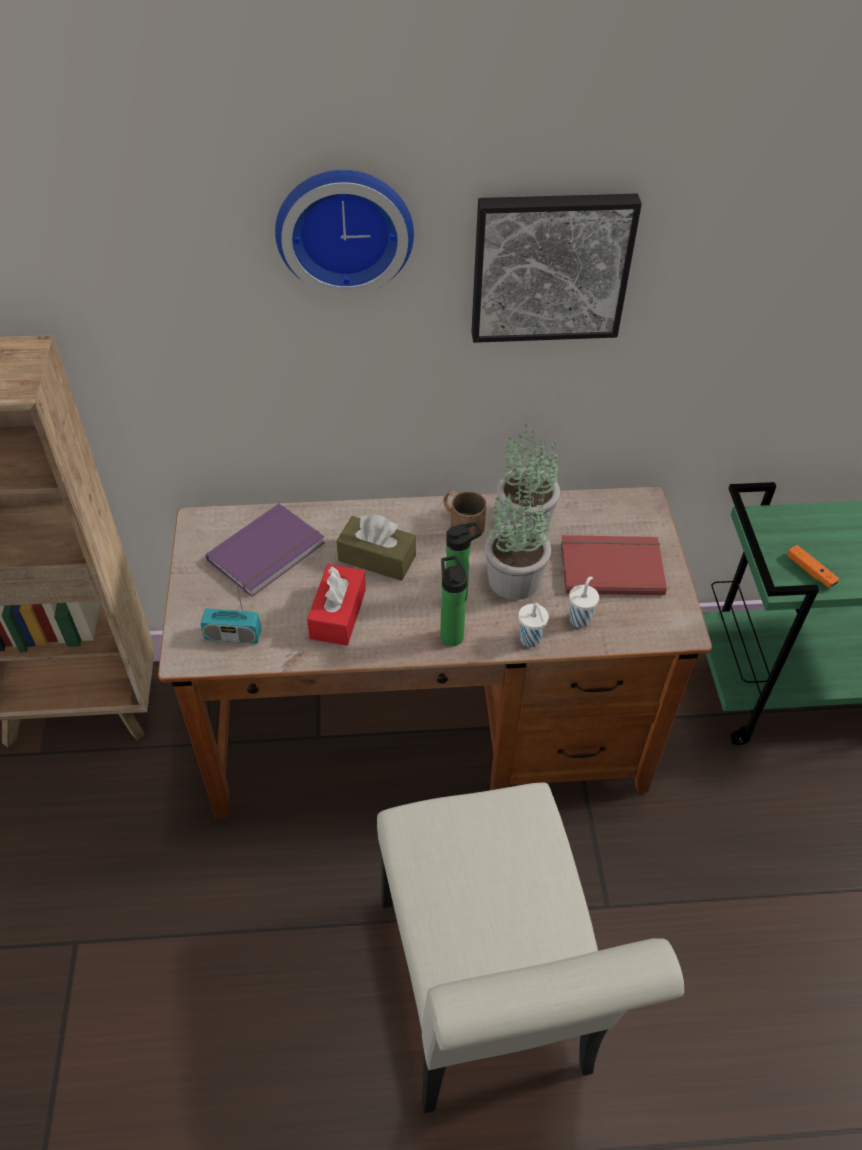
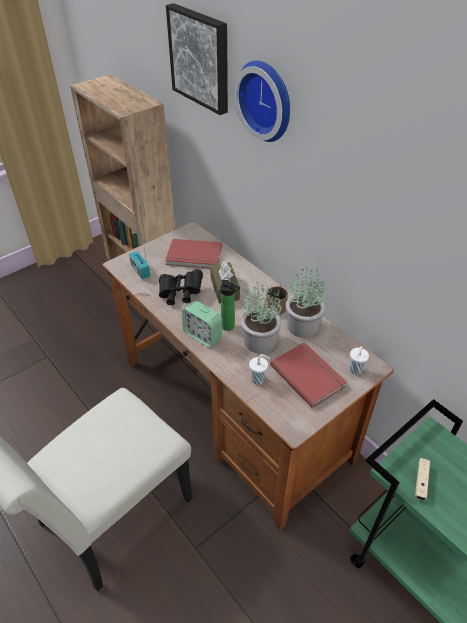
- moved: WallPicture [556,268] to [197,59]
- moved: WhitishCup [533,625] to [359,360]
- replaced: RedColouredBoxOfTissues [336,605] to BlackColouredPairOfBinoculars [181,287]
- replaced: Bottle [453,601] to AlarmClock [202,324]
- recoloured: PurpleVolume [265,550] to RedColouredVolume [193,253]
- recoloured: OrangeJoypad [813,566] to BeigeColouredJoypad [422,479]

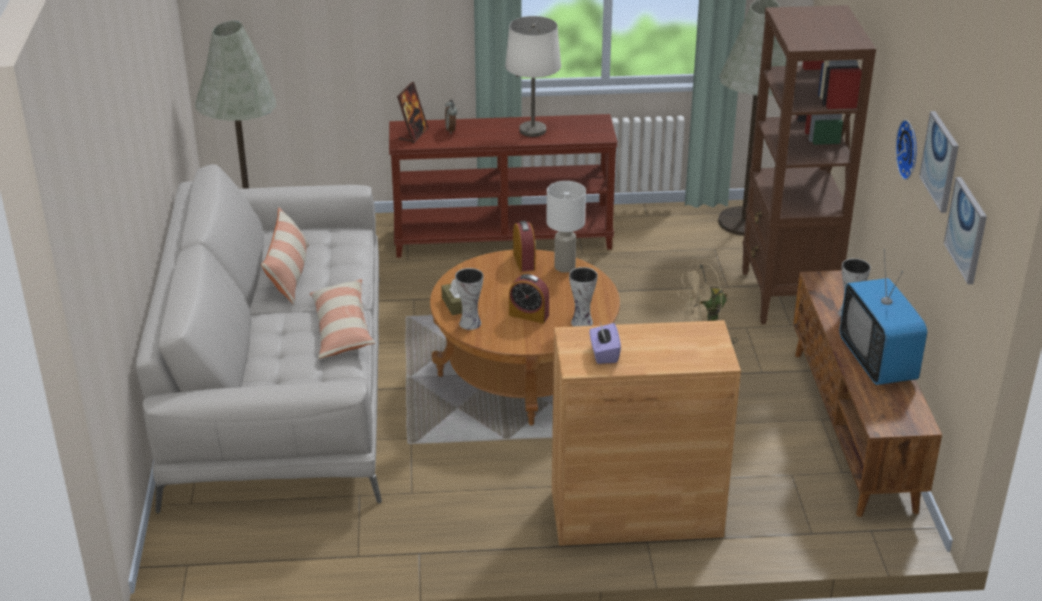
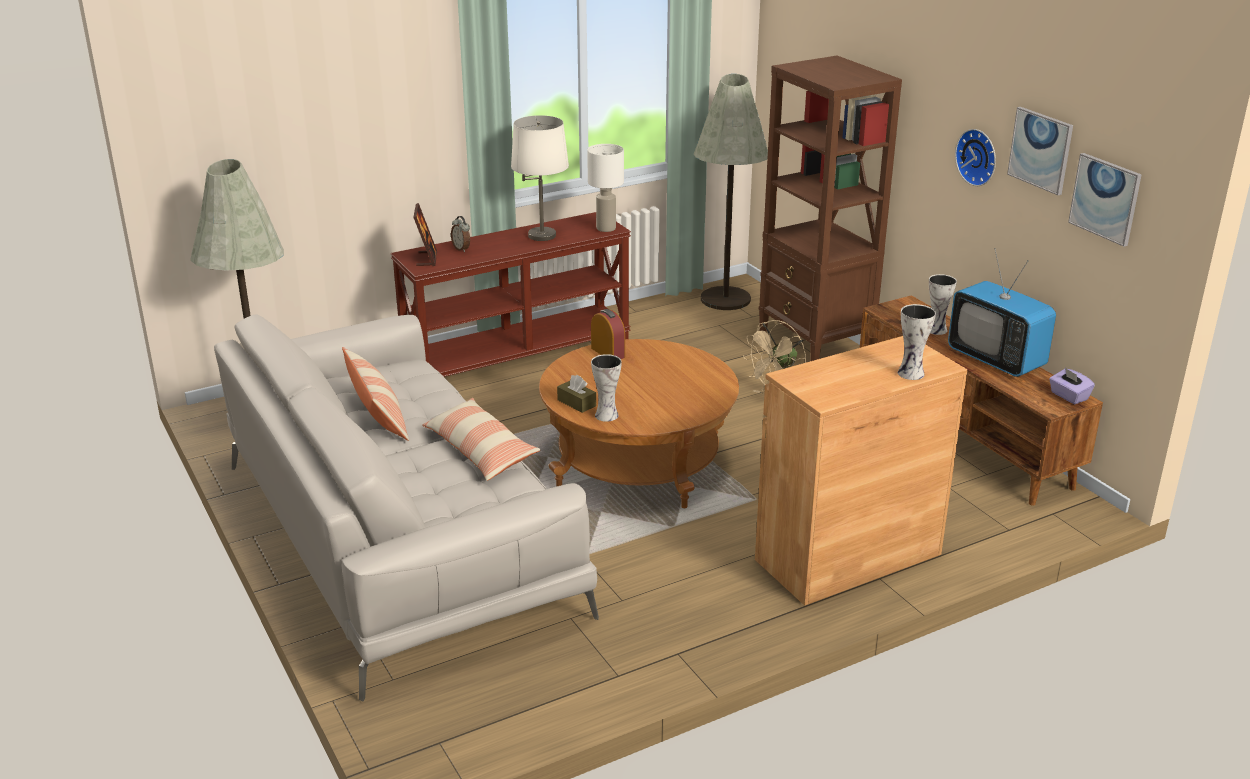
- removed: AlarmClock [529,298]
- moved: WhitishTabletopLamp [566,227] to [605,188]
- moved: FlowerVase [583,296] to [917,342]
- moved: PurpleBoxOfTissues [605,343] to [1072,386]

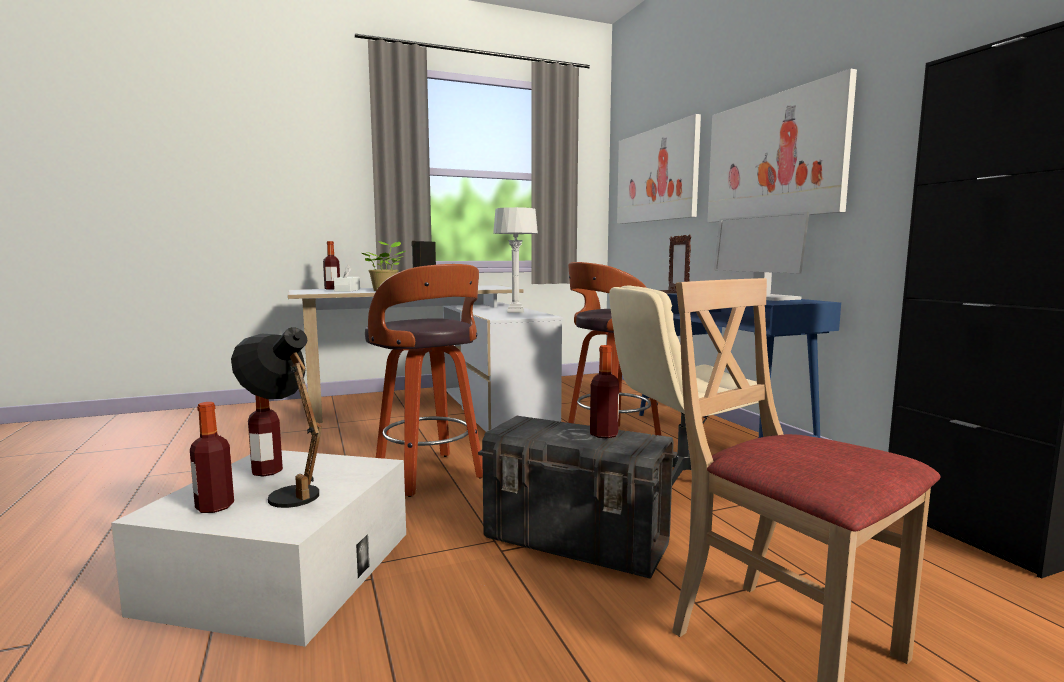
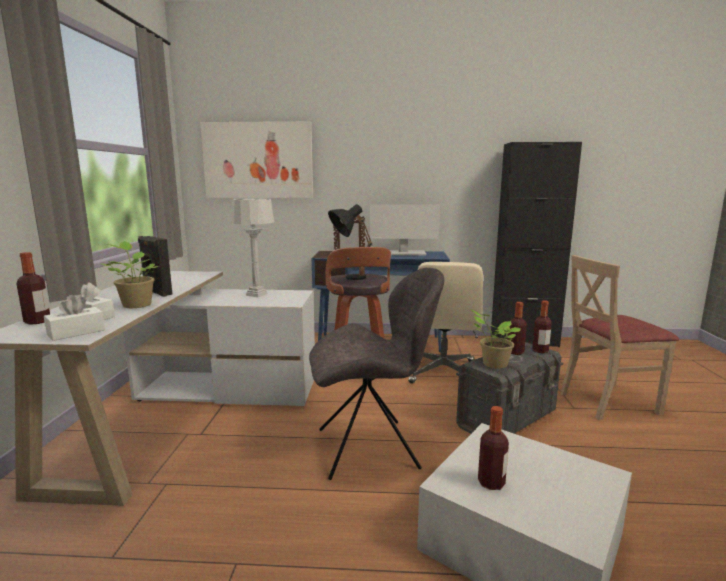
- removed: WallPicture [782,145]
- added: WhitishBoxOfTissues [74,318]
- added: PottedPlant [495,339]
- moved: Bottle [212,457] to [542,326]
- moved: BlackColouredTabletopLamp [276,417] to [350,242]
- replaced: SittingStool [424,380] to GreyChair [376,374]

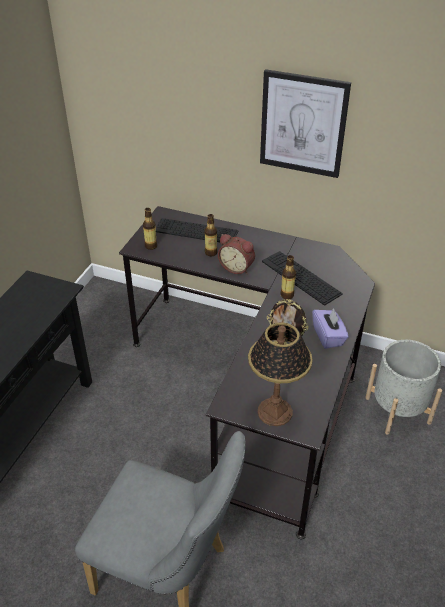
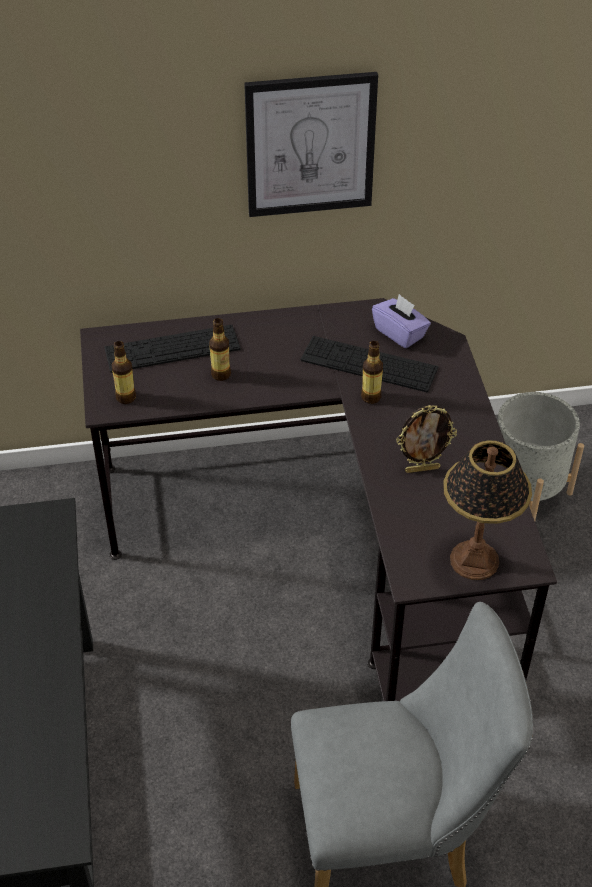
- removed: AlarmClock [236,254]
- moved: PurpleBoxOfTissues [330,328] to [401,321]

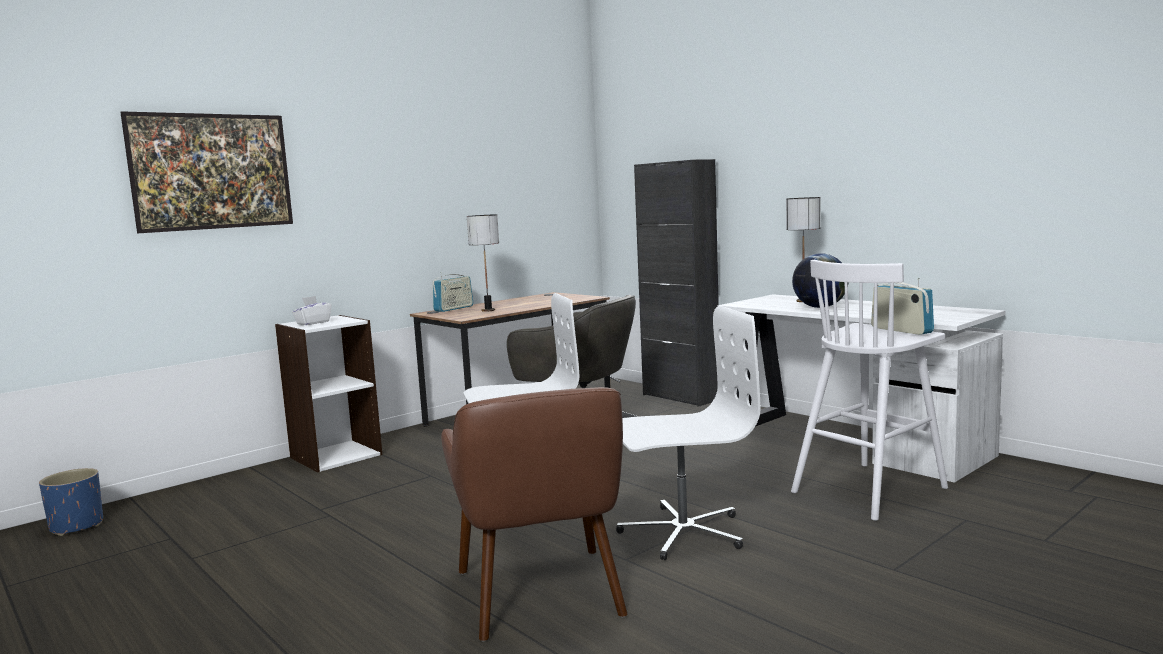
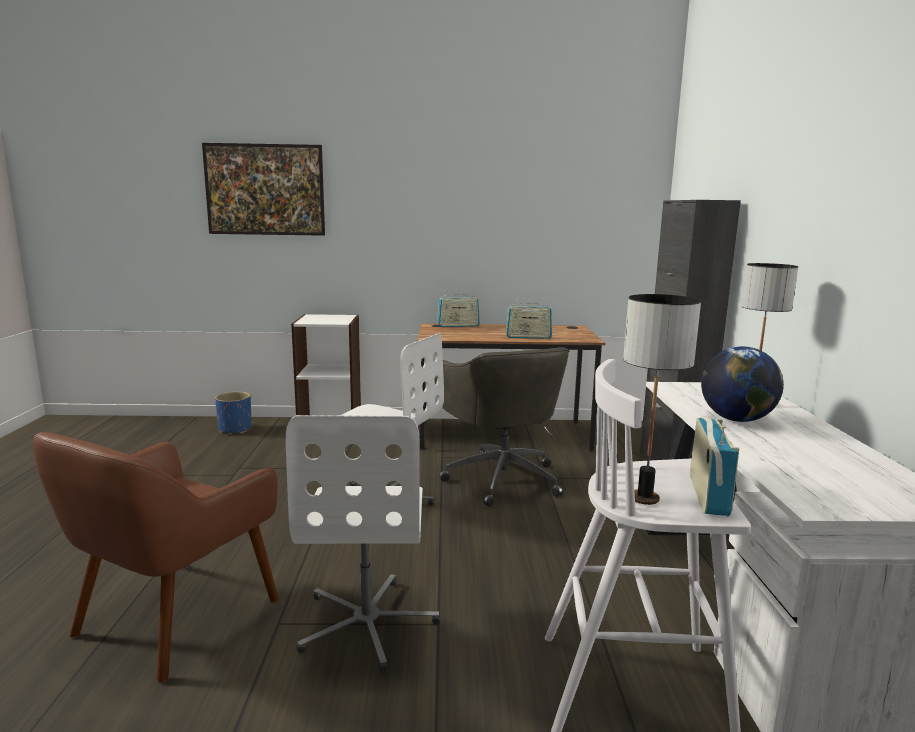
- removed: WhitishBoxOfTissues [312,310]
- added: Radio [529,319]
- moved: BluishPlanter [71,502] to [233,412]
- moved: TabletopLamp [483,263] to [662,399]
- turned: WhitishDeskChair [688,433] = [363,543] 60 degrees clockwise

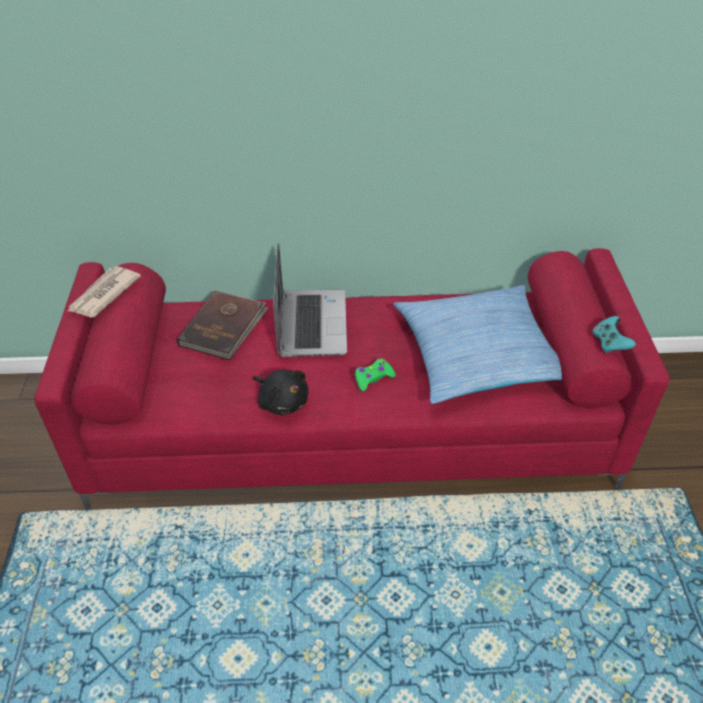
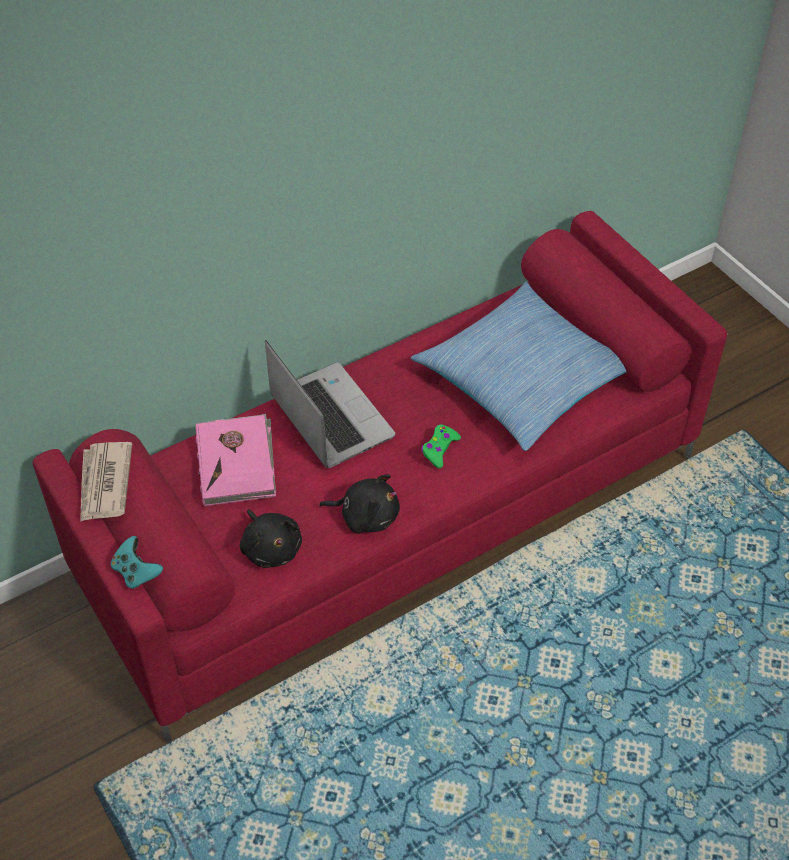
- added: BlackColouredSoftToy [271,538]
- moved: BlueGreenJoypad [614,334] to [137,562]
- recoloured: BrownColouredVolume [223,325] to PinkVolume [236,460]

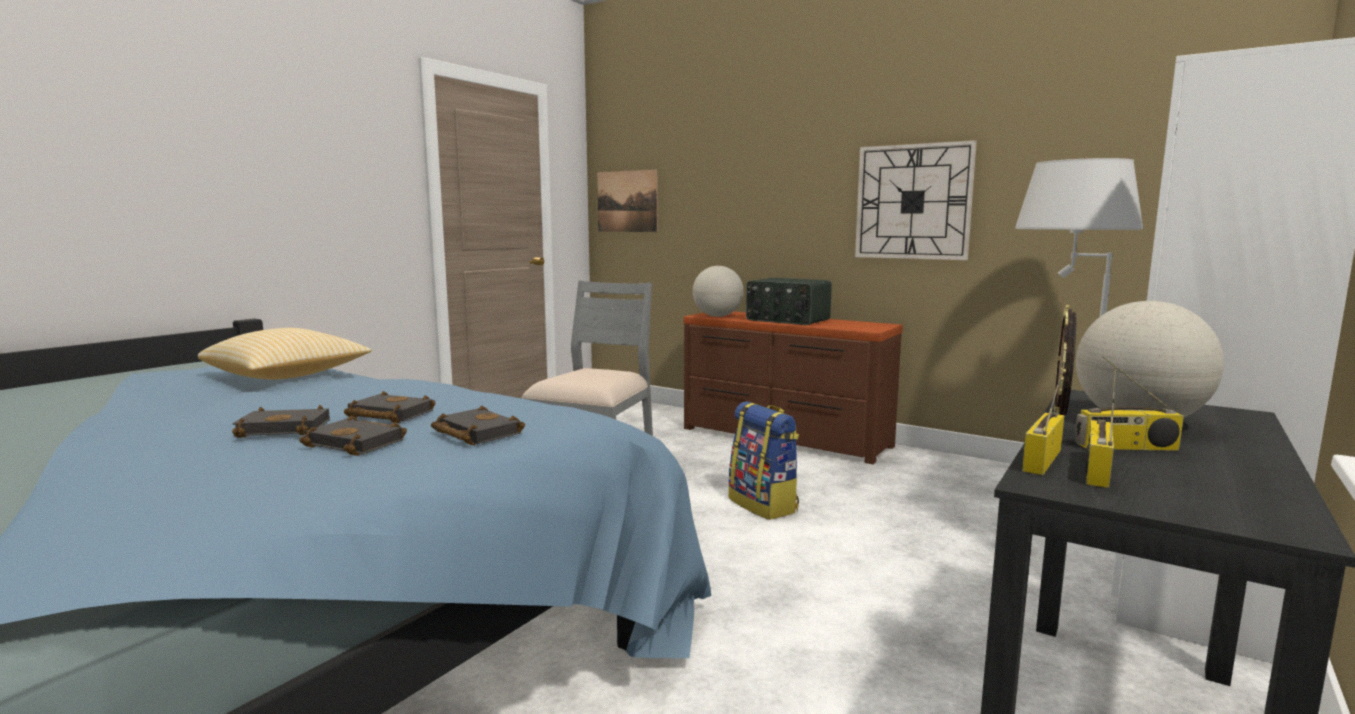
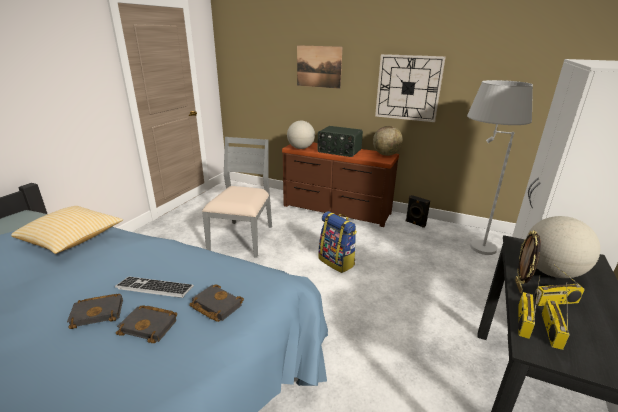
- added: DeskGlobe [388,141]
- added: BlackColouredAudioSpeaker [418,211]
- moved: WallPicture [627,200] to [319,67]
- replaced: BlackColouredVolume [389,407] to ComputerKeyboard [154,287]

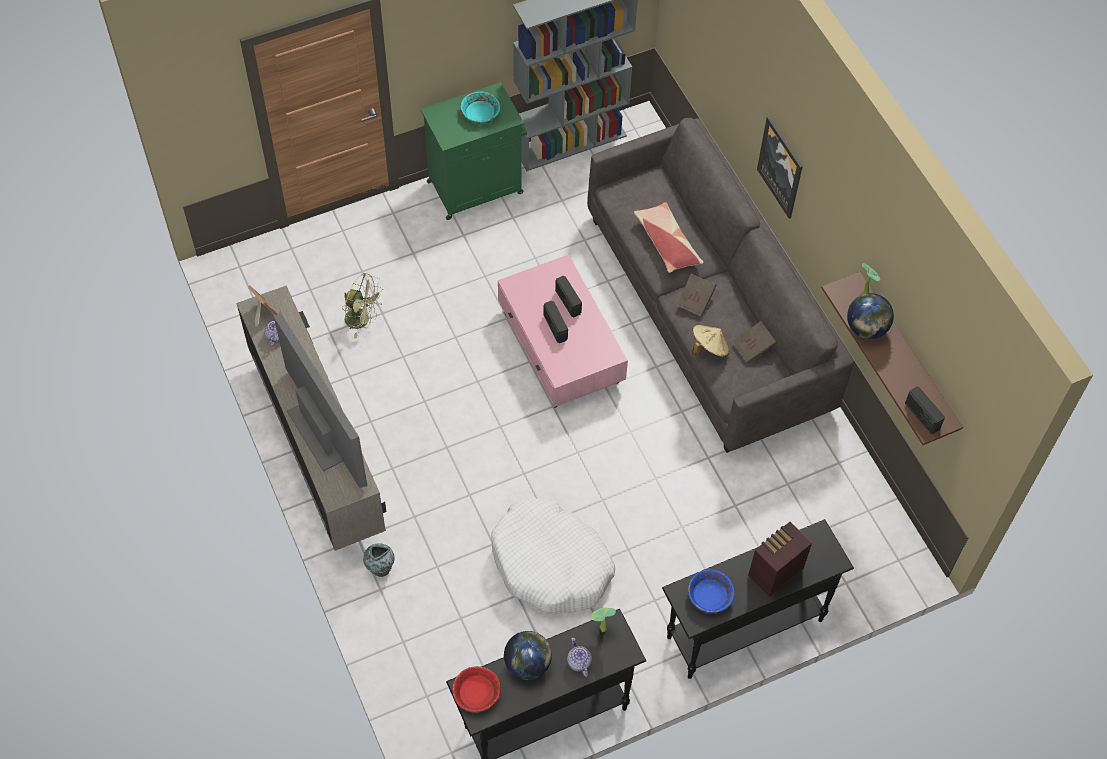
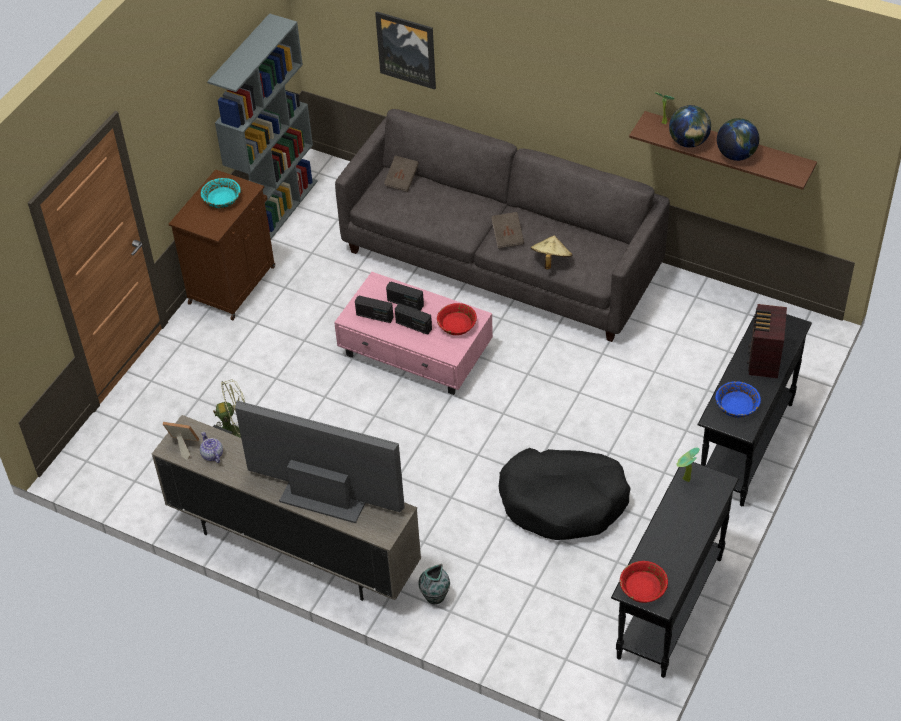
- removed: Teapot [579,657]
- removed: ThrowPillow [669,237]
- added: RedColouredBowl [457,319]
- moved: DeskGlobe [528,655] to [738,139]
- moved: BrownColouredVolume [754,342] to [401,174]
- moved: WallPicture [780,167] to [405,50]
- moved: Radio [925,410] to [374,309]
- recoloured: GreenColouredStorageCabinet [474,151] to BrownColouredStorageCabinet [222,244]
- recoloured: WhitishDogCushion [553,556] to BlackColouredDogCushion [564,494]

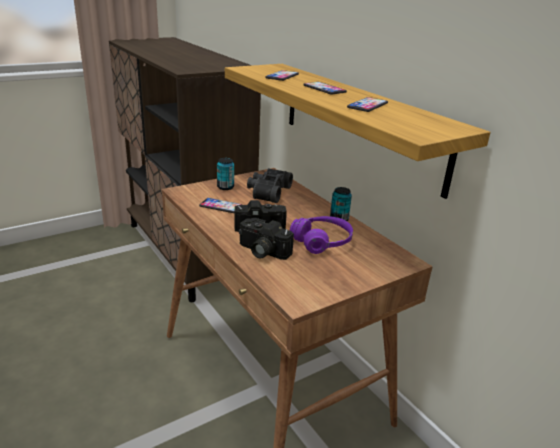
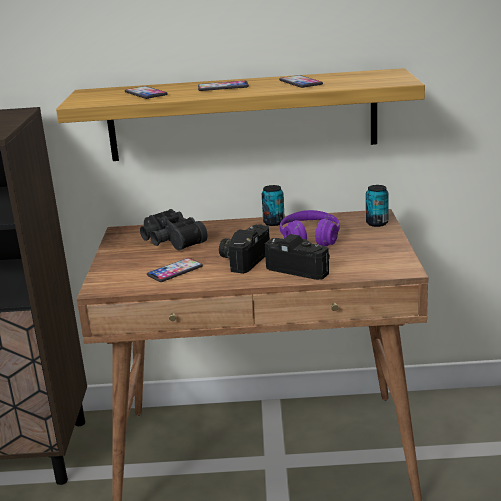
- moved: SealedCan [225,174] to [377,206]
- turned: PhotoCamera [266,239] = [297,257] 120 degrees counterclockwise

